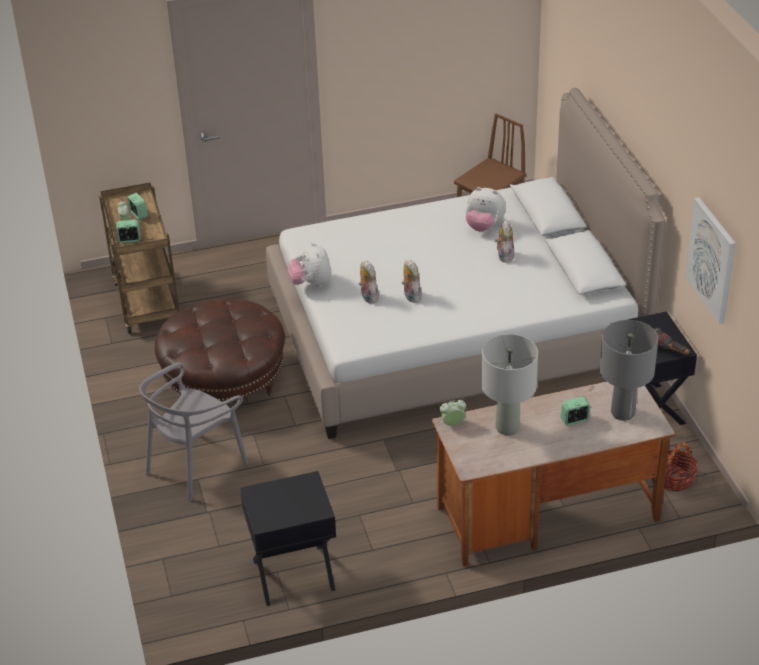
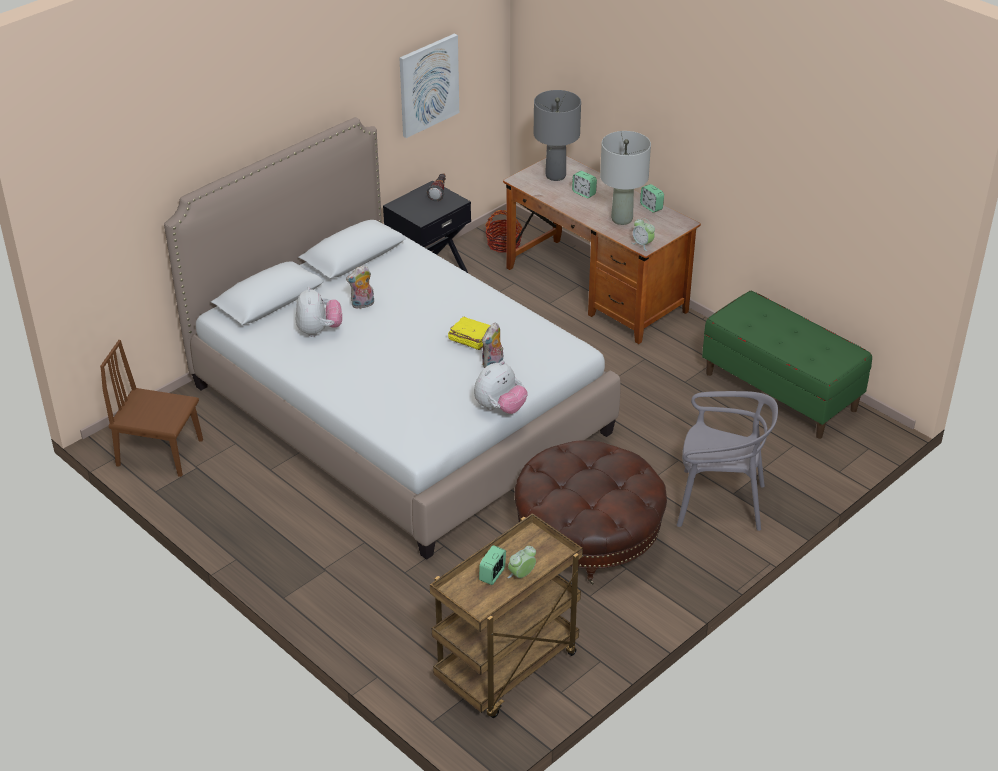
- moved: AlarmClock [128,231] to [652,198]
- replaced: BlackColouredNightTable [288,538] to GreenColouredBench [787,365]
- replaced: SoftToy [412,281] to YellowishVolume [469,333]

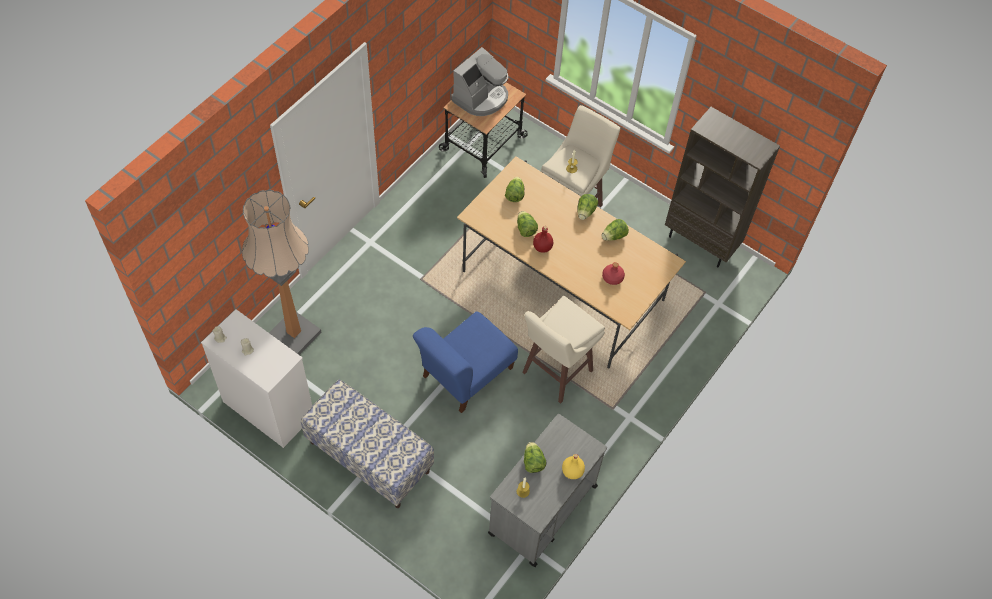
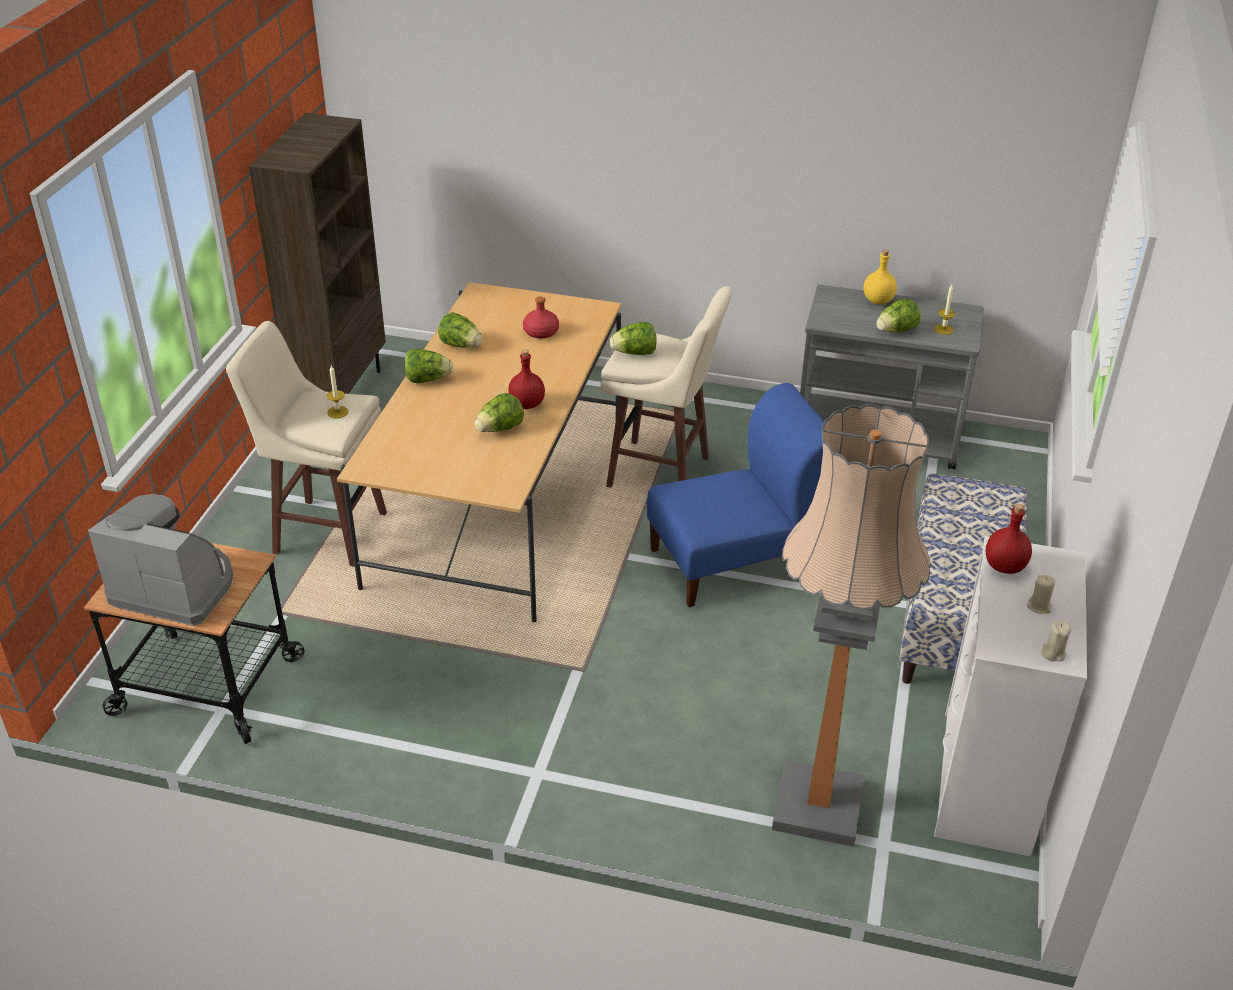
- added: RedColouredBottle [1009,539]
- moved: HeadOfLettuce [515,189] to [633,338]
- turned: BluishChair [465,362] = [735,495] 45 degrees counterclockwise

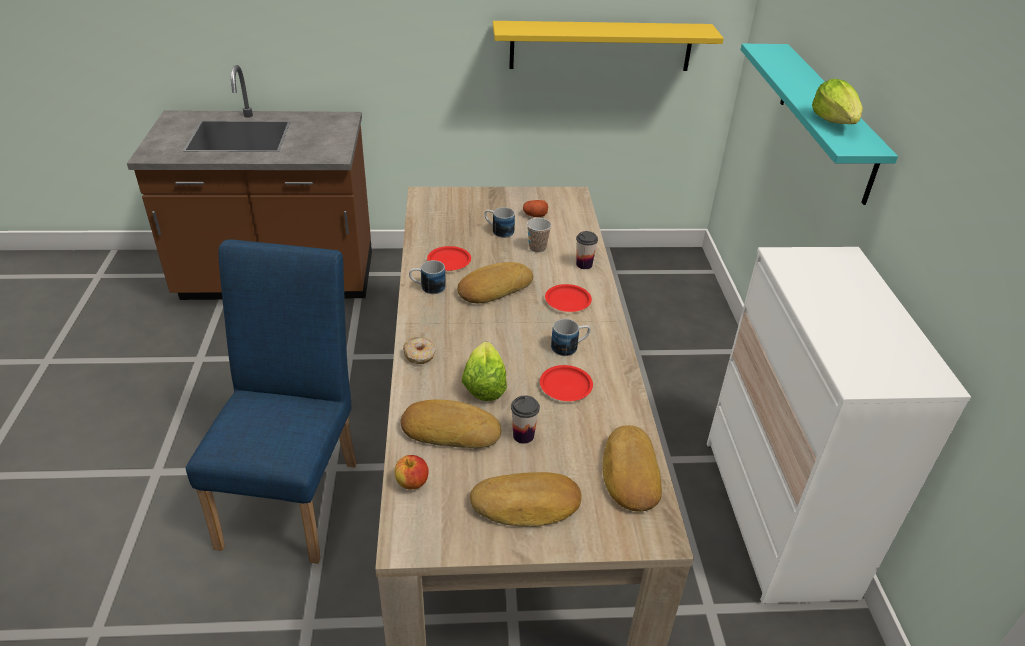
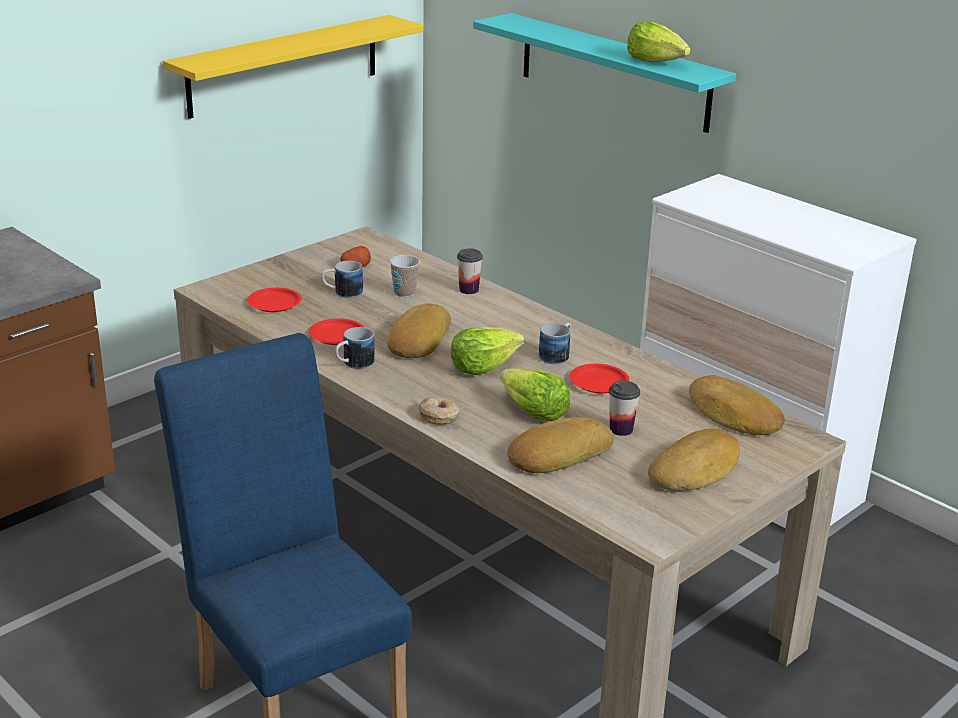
- removed: Apple [411,472]
- added: HeadOfLettuce [487,351]
- moved: RedColouredPlate [568,298] to [274,300]

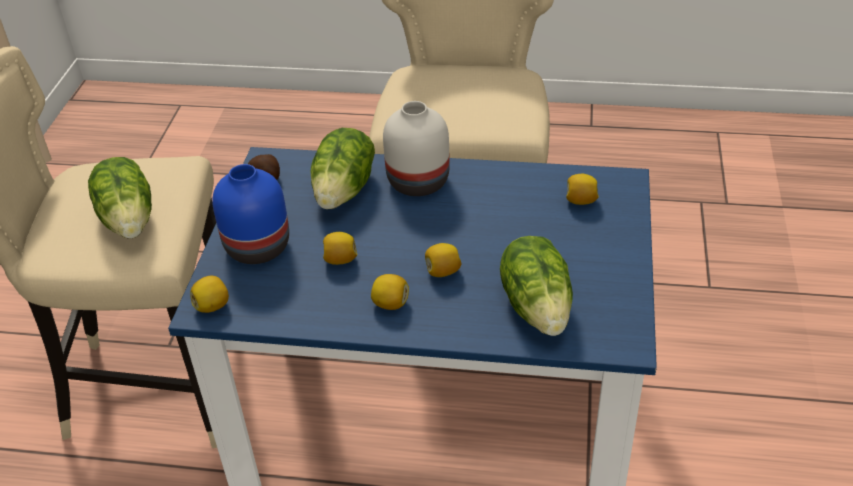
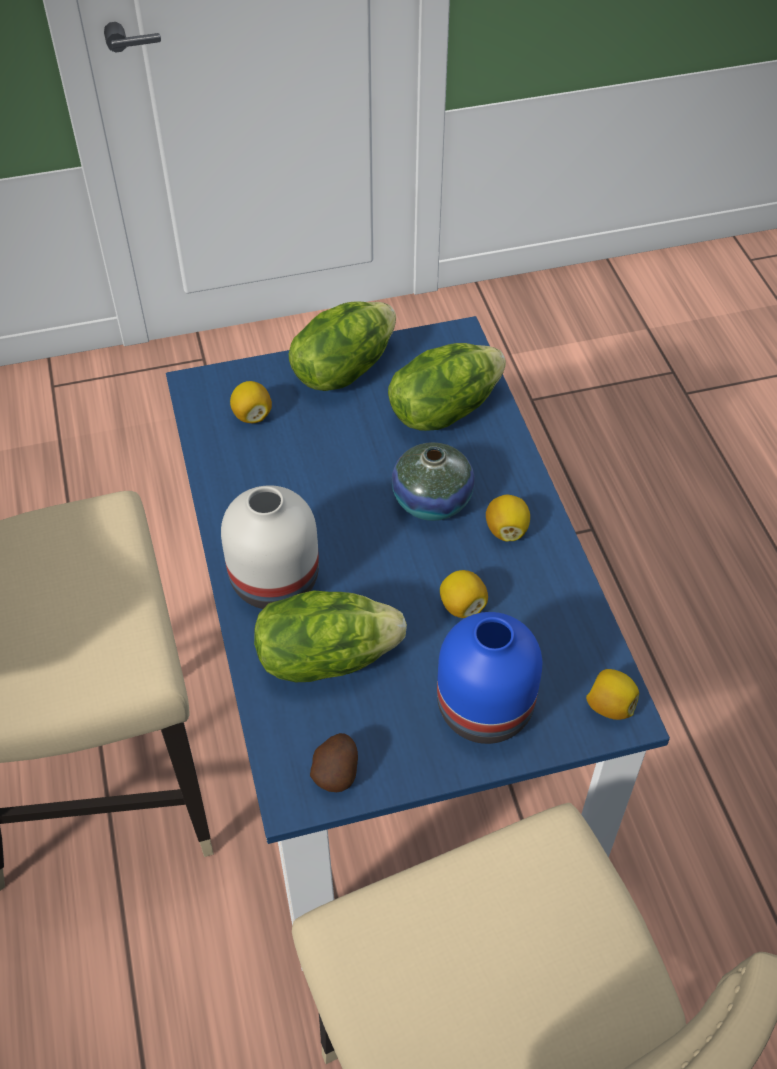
- moved: HeadOfLettuce [120,198] to [342,346]
- replaced: CitrusFruit [443,260] to FlowerVase [433,481]

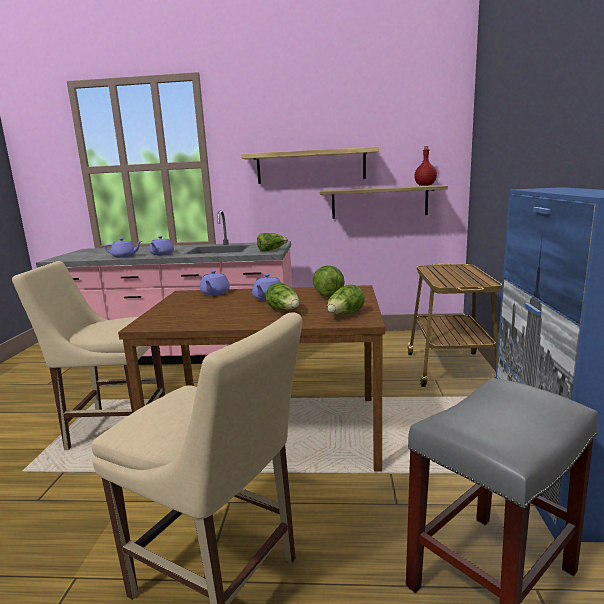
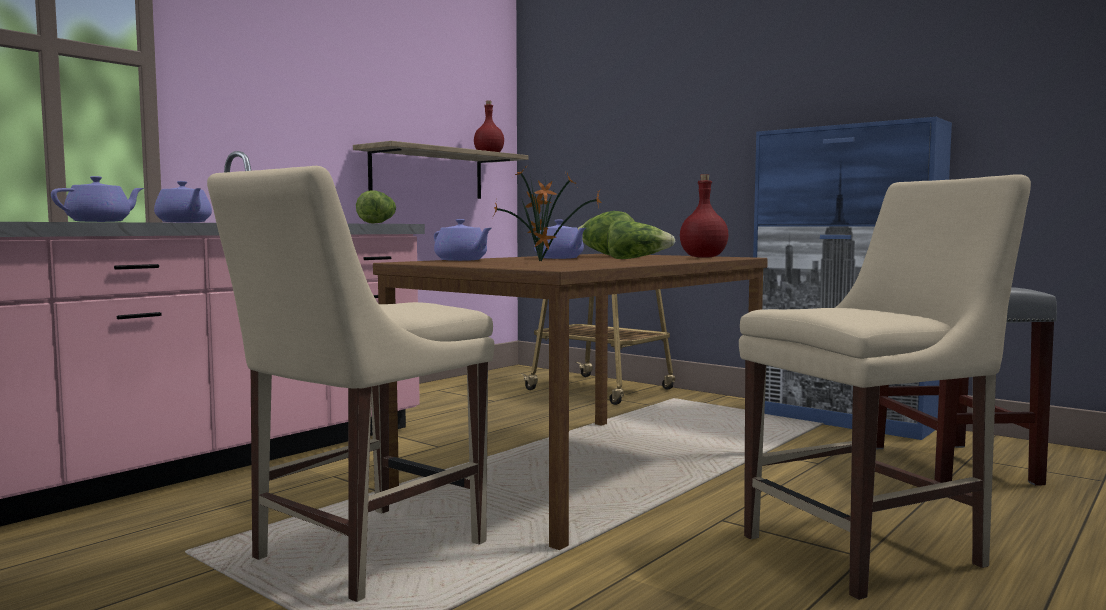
- removed: Shelf [310,165]
- added: PottedPlant [547,214]
- replaced: HeadOfLettuce [346,299] to RedColouredBottle [704,216]

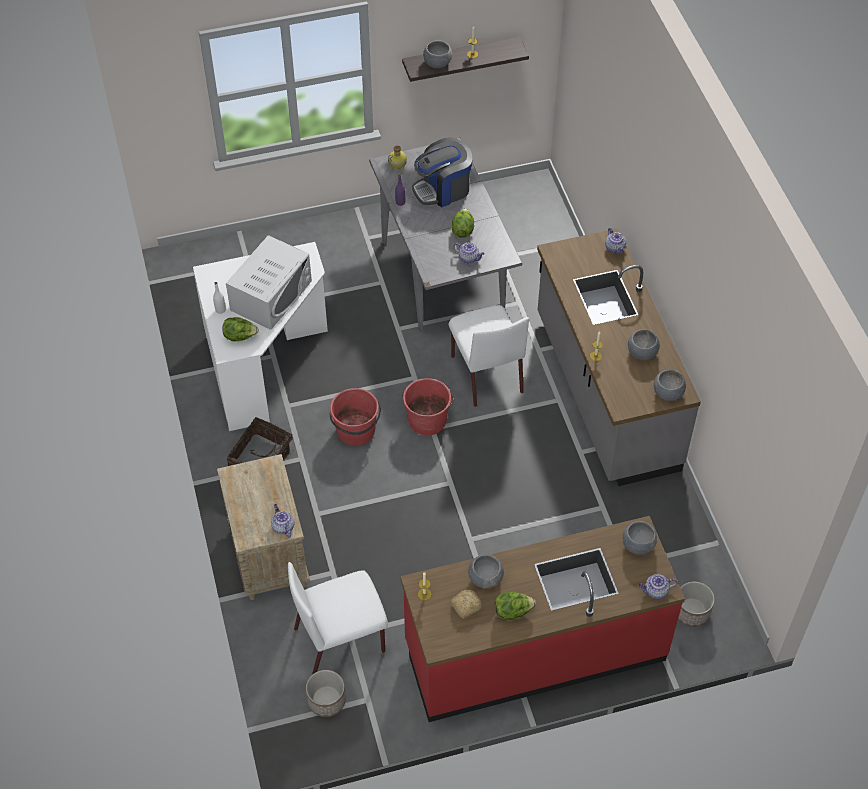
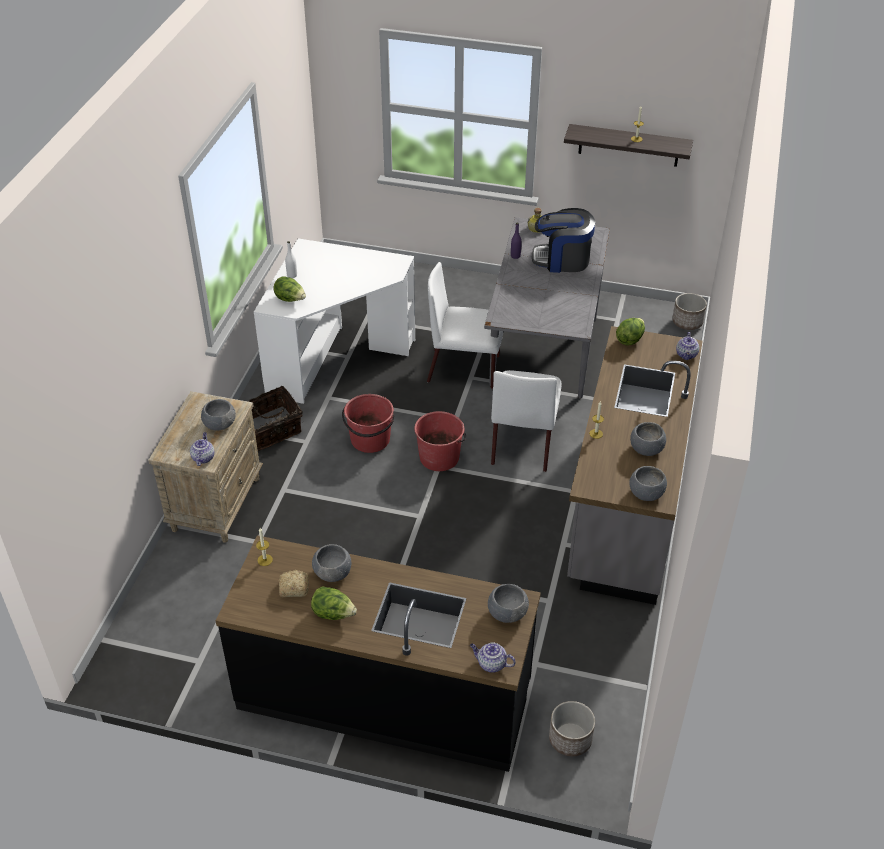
- removed: WhitishMicrowaveOven [269,282]
- removed: Teapot [469,252]
- moved: WhitishChair [338,618] to [465,325]
- moved: Planter [326,693] to [689,311]
- moved: GreyBowl [437,54] to [218,414]
- moved: HeadOfLettuce [463,223] to [630,332]
- recoloured: RedColouredKitchenBaseUnit [543,619] to BlackColouredKitchenBaseUnit [378,653]

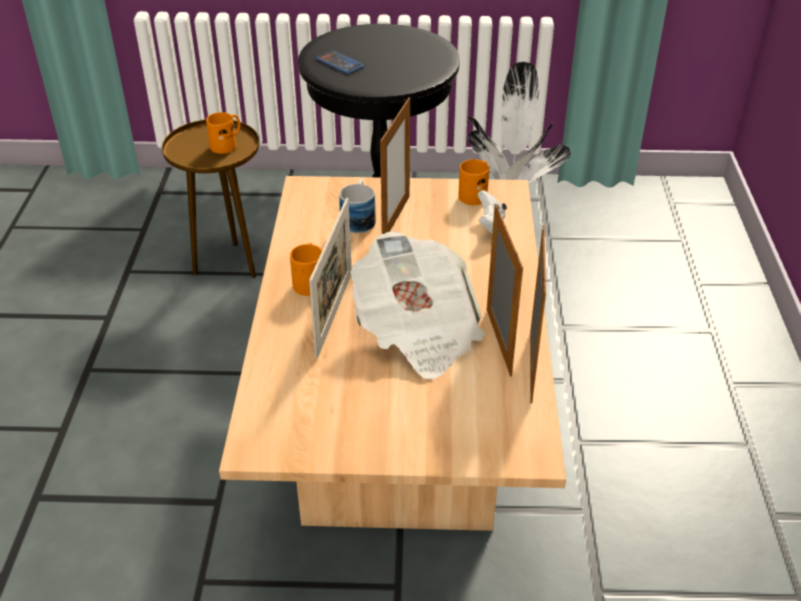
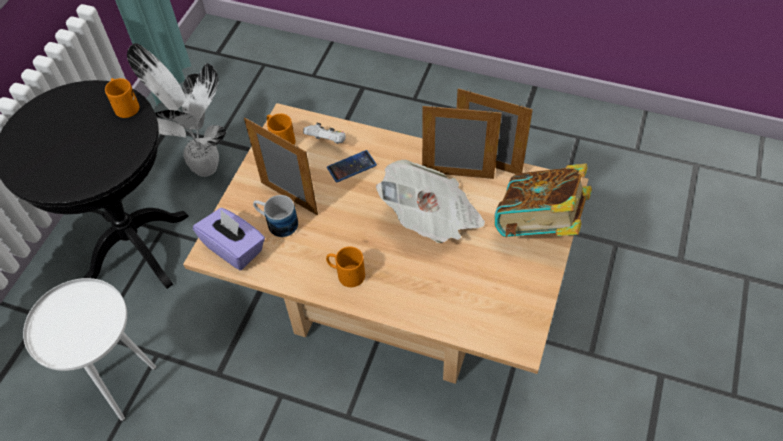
- removed: PictureFrame [330,278]
- added: PurpleBoxOfTissues [229,239]
- added: Volume [543,200]
- moved: OrangeCoffeeMug [223,133] to [122,98]
- moved: Telephone [340,62] to [352,166]
- recoloured: BrownColouredSideTable [210,199] to WhitishSideTable [90,349]

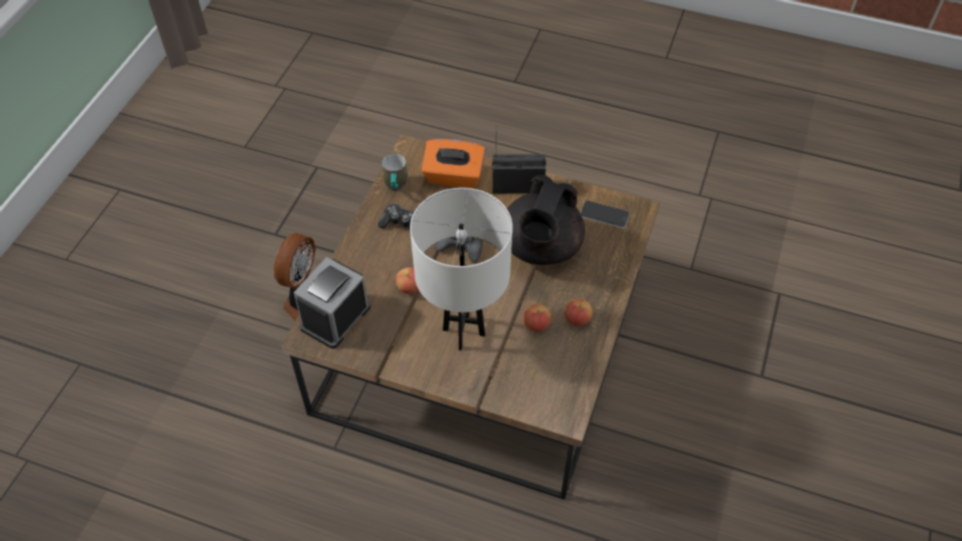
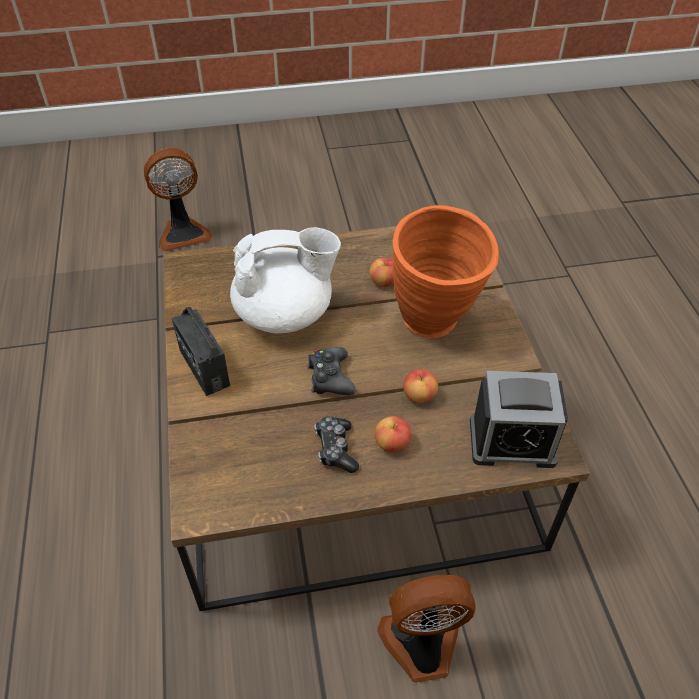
- removed: CoffeeMug [395,172]
- removed: OrangeBoxOfTissues [453,164]
- removed: Telephone [605,214]
- added: ElectricFan [178,200]
- moved: Apple [579,312] to [393,434]
- replaced: WhitishTabletopLamp [461,269] to OrangeFlowerVase [446,271]
- recoloured: BlackColouredTeapot [546,220] to WhitishTeapot [285,280]

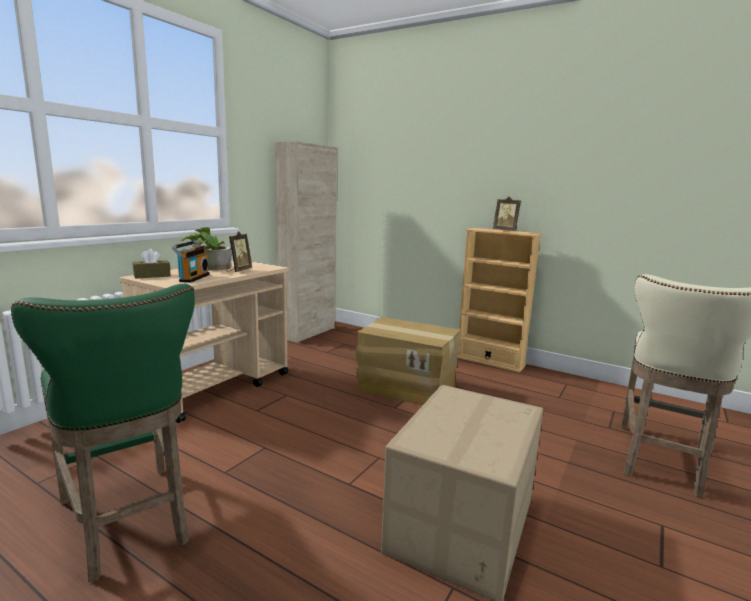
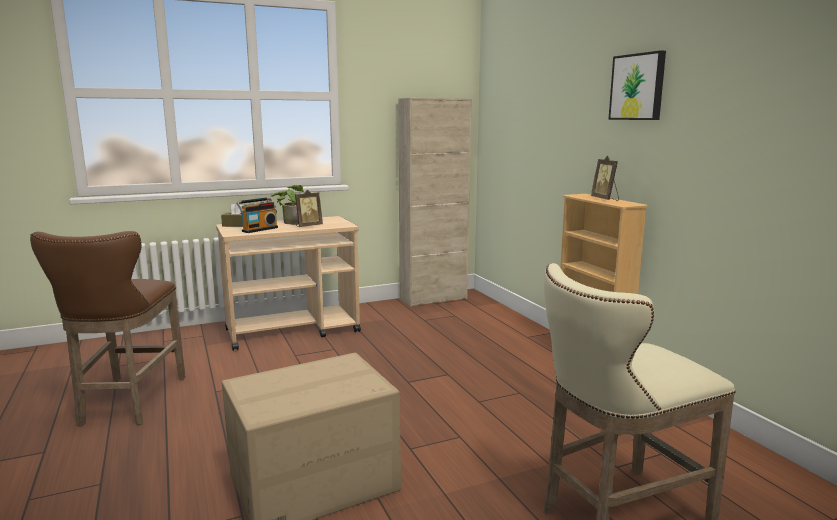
- removed: Carton [408,361]
- added: WallPicture [637,85]
- recoloured: GreenColouredSittingStool [103,433] to BrownColouredSittingStool [107,329]

